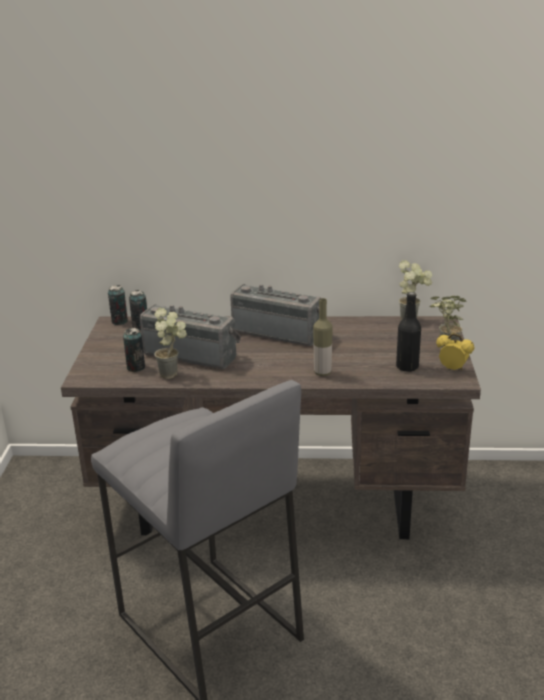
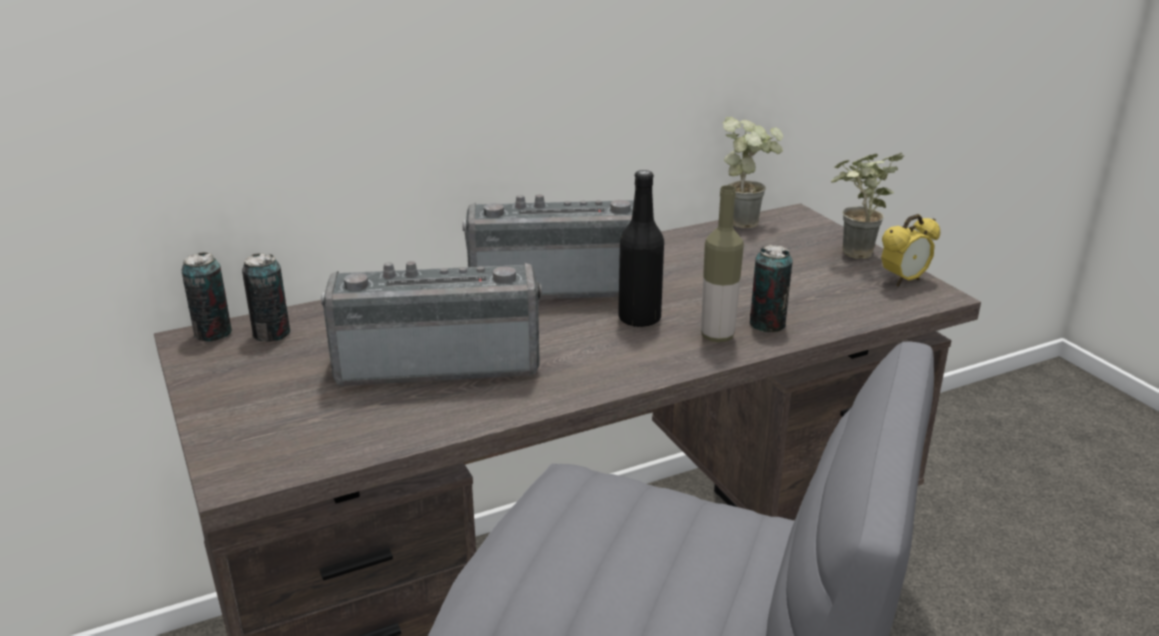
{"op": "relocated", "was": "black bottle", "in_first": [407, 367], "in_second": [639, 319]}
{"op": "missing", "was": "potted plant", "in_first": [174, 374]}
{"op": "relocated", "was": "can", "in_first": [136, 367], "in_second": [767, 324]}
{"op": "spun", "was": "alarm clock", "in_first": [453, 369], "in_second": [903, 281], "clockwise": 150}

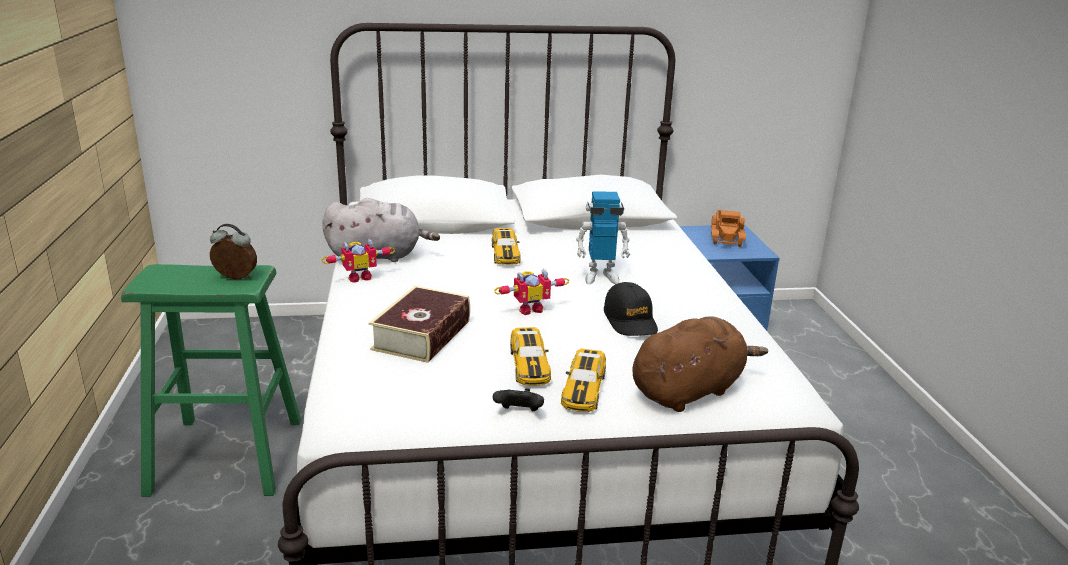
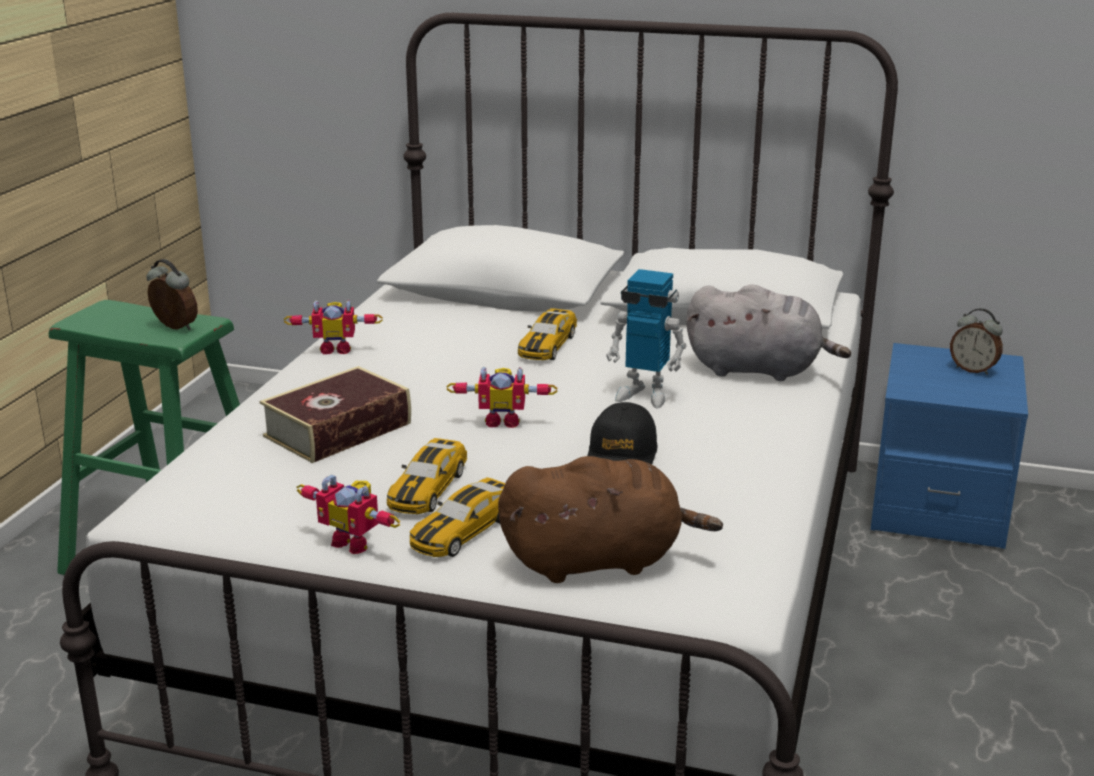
{"op": "relocated", "was": "grey plush toy", "in_first": [378, 256], "in_second": [759, 370]}
{"op": "exchanged", "was": "toy truck", "now": "alarm clock", "in_first": [728, 236], "in_second": [973, 370]}
{"op": "exchanged", "was": "black game controller", "now": "toy robot", "in_first": [519, 413], "in_second": [354, 542]}

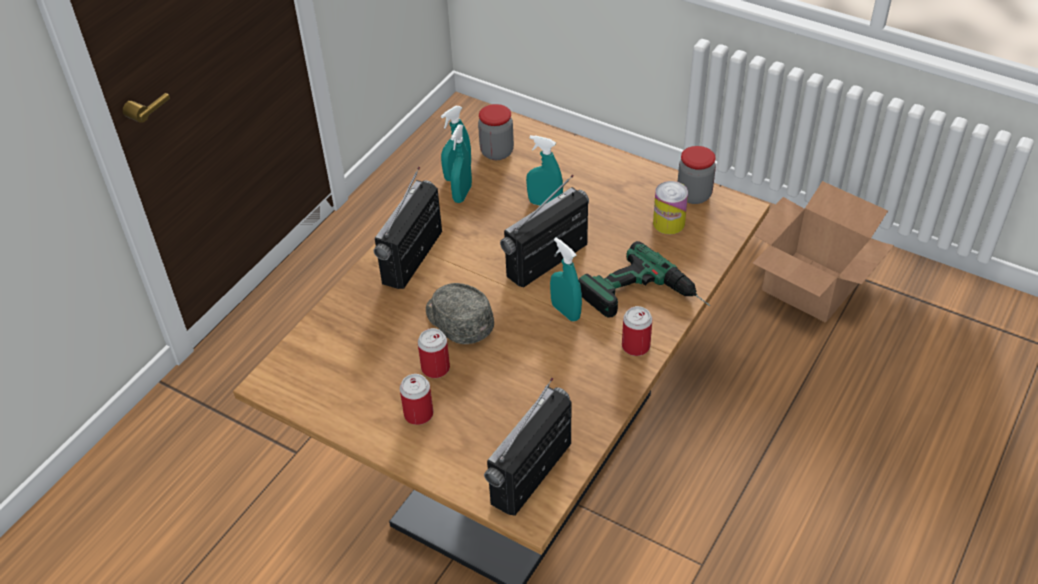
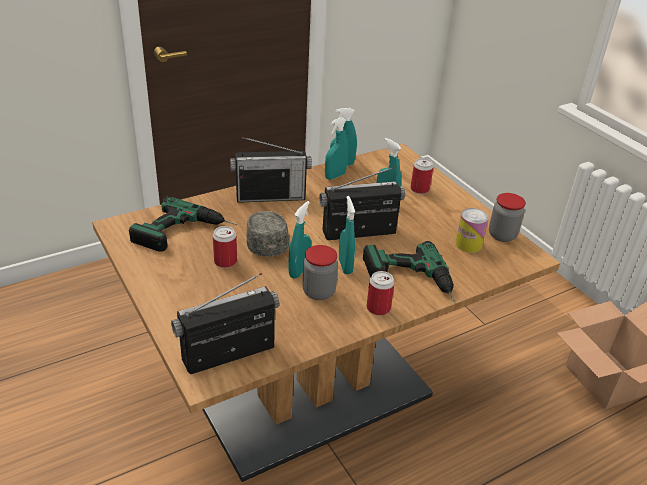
{"op": "relocated", "was": "jar", "in_first": [497, 152], "in_second": [318, 292]}
{"op": "spun", "was": "radio", "in_first": [412, 257], "in_second": [270, 196], "clockwise": -150}
{"op": "relocated", "was": "can", "in_first": [418, 414], "in_second": [419, 189]}
{"op": "appeared", "now": "power drill", "in_second": [186, 234]}
{"op": "appeared", "now": "turquoise spray bottle", "in_second": [299, 271]}

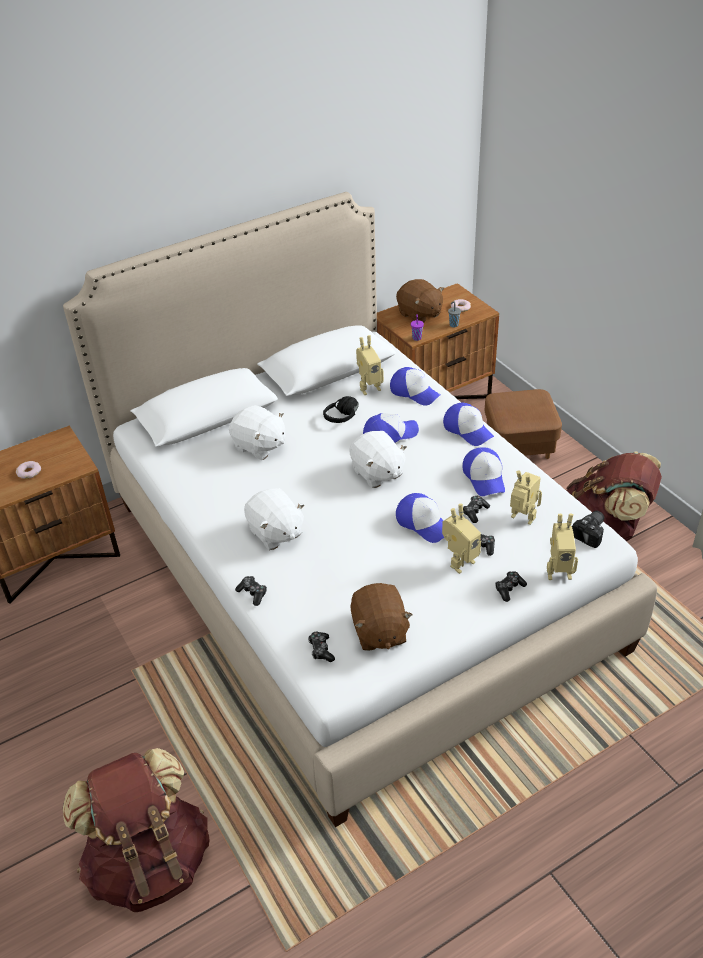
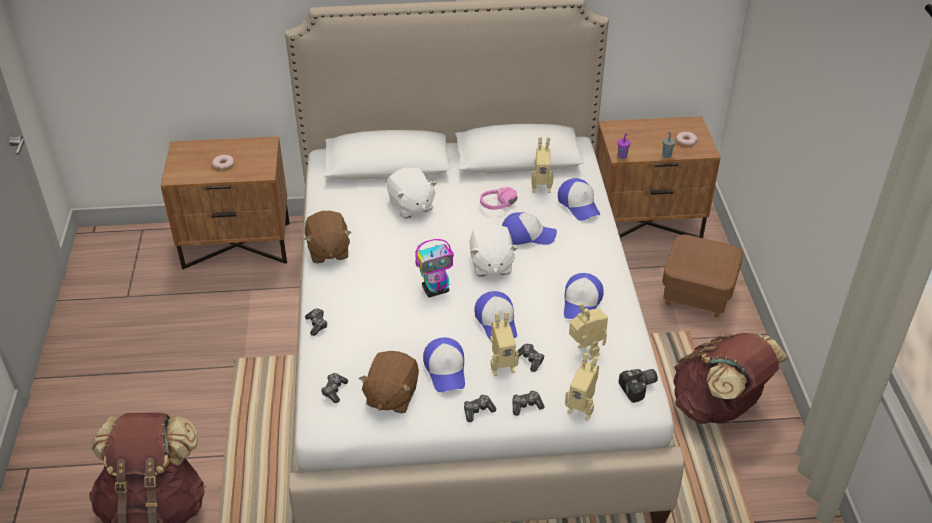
{"op": "relocated", "was": "brown plush toy", "in_first": [419, 314], "in_second": [328, 251]}
{"op": "colour", "was": "black headphones", "now": "pink headphones", "in_first": [347, 419], "in_second": [501, 208]}
{"op": "relocated", "was": "cap", "in_first": [468, 430], "in_second": [446, 370]}
{"op": "missing", "was": "white plush toy", "in_first": [275, 533]}
{"op": "relocated", "was": "game controller", "in_first": [475, 512], "in_second": [478, 411]}
{"op": "appeared", "now": "toy robot", "in_second": [436, 290]}

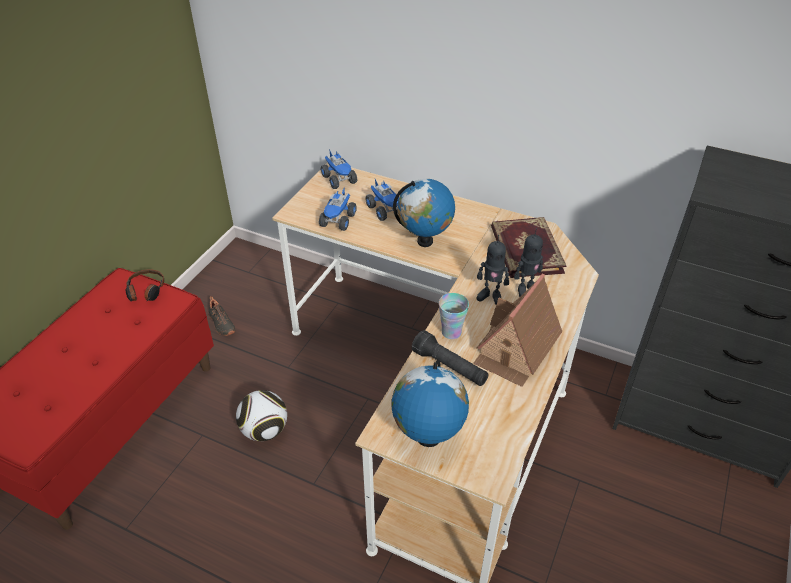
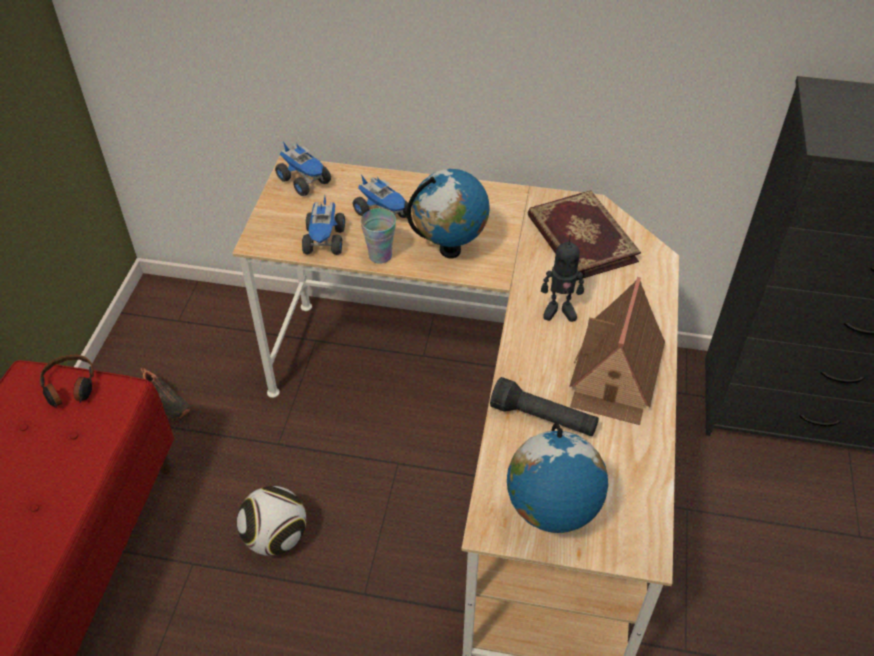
{"op": "missing", "was": "toy robot", "in_first": [526, 289]}
{"op": "relocated", "was": "cup", "in_first": [451, 332], "in_second": [380, 255]}

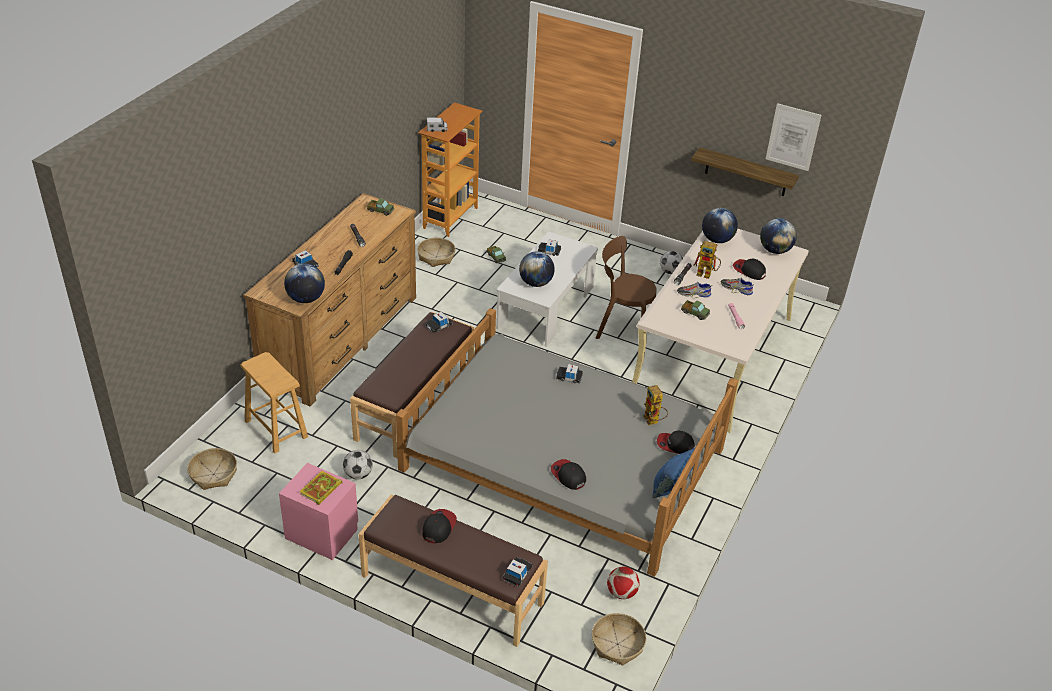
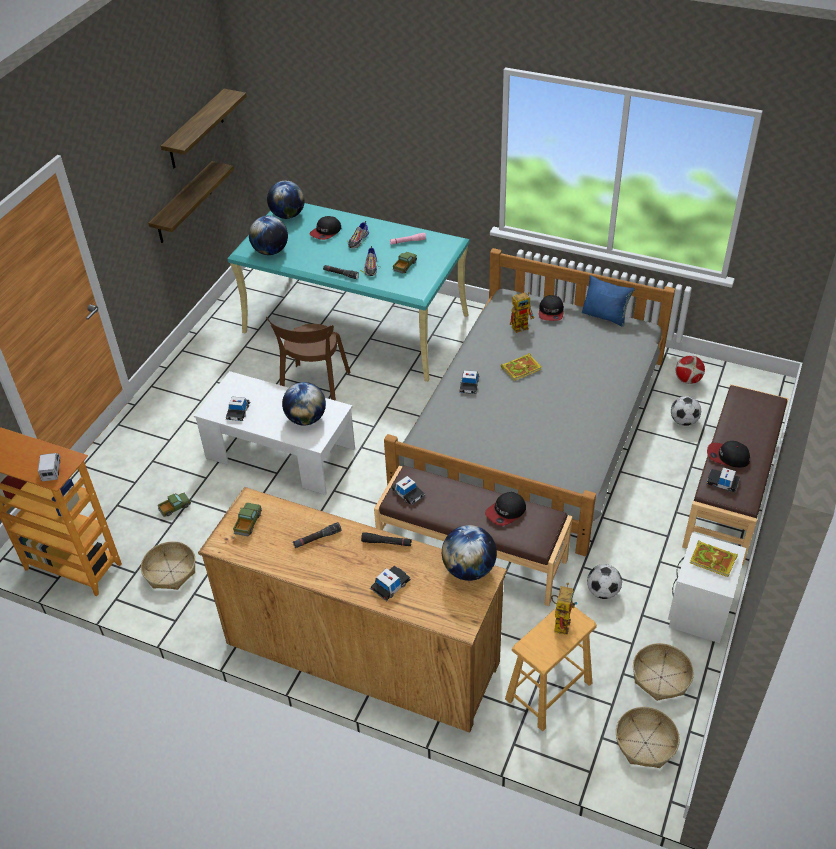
{"op": "exchanged", "was": "picture", "now": "shelf", "in_first": [793, 137], "in_second": [196, 130]}
{"op": "colour", "was": "beige desk", "now": "turquoise desk", "in_first": [712, 356], "in_second": [356, 324]}
{"op": "relocated", "was": "toy robot", "in_first": [707, 274], "in_second": [561, 621]}
{"op": "relocated", "was": "football", "in_first": [670, 272], "in_second": [683, 421]}
{"op": "relocated", "was": "cap", "in_first": [568, 475], "in_second": [506, 512]}
{"op": "colour", "was": "pink nightstand", "now": "white nightstand", "in_first": [322, 532], "in_second": [698, 609]}
{"op": "relocated", "was": "toy car", "in_first": [517, 574], "in_second": [722, 483]}
{"op": "relocated", "was": "basket", "in_first": [617, 644], "in_second": [660, 677]}
{"op": "appeared", "now": "book", "in_second": [521, 368]}

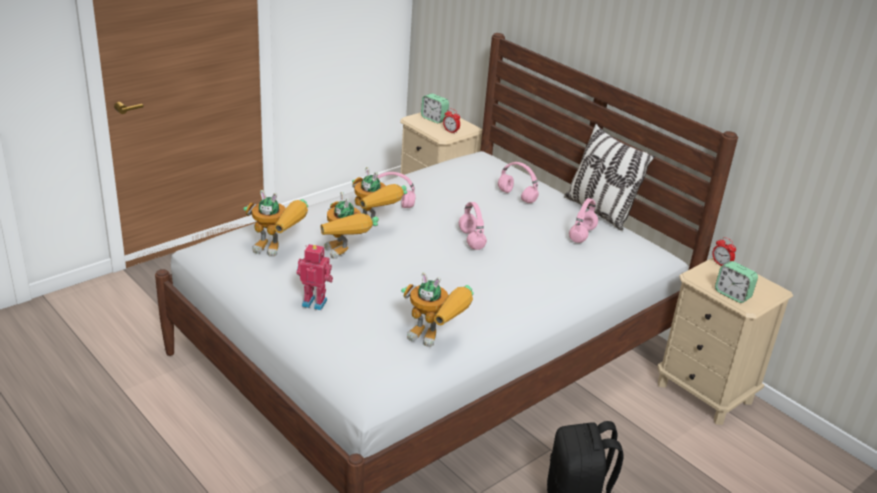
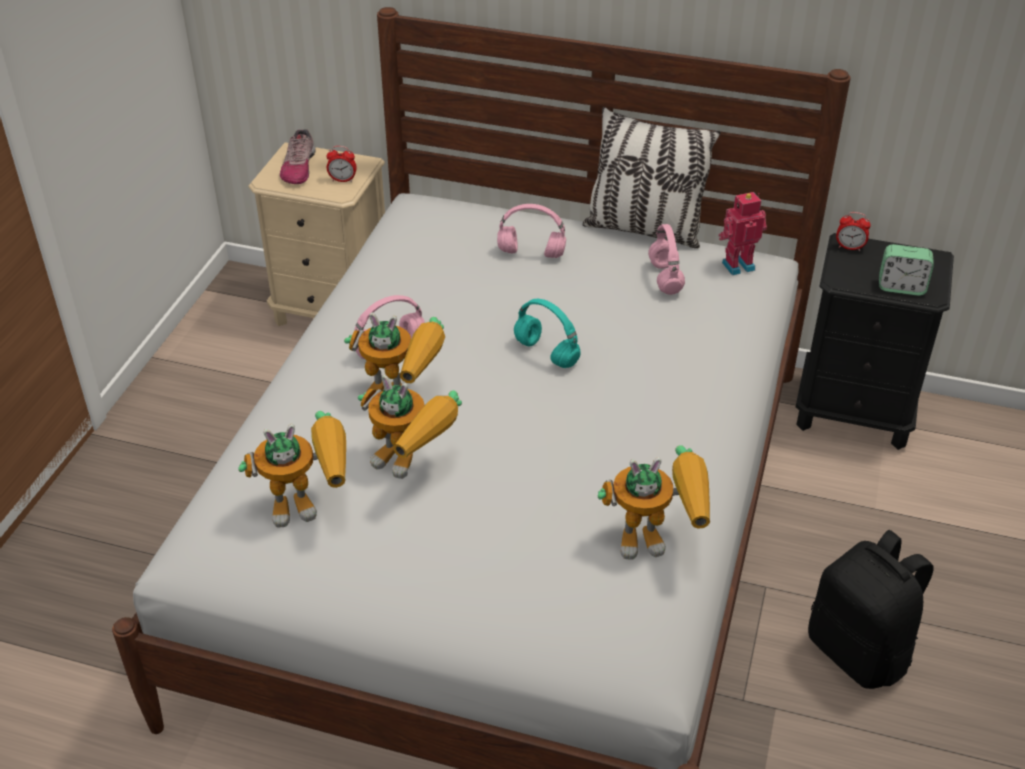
{"op": "exchanged", "was": "alarm clock", "now": "shoe", "in_first": [434, 119], "in_second": [298, 167]}
{"op": "colour", "was": "pink headphones", "now": "turquoise headphones", "in_first": [470, 239], "in_second": [545, 353]}
{"op": "relocated", "was": "toy robot", "in_first": [315, 302], "in_second": [737, 265]}
{"op": "colour", "was": "beige nightstand", "now": "black nightstand", "in_first": [704, 393], "in_second": [854, 413]}

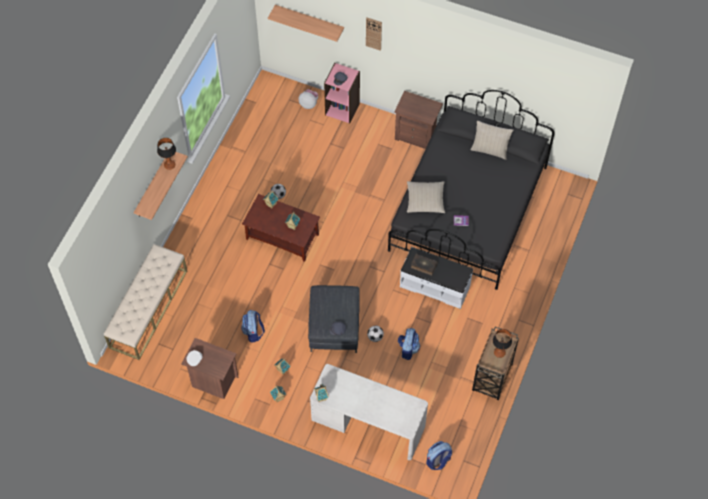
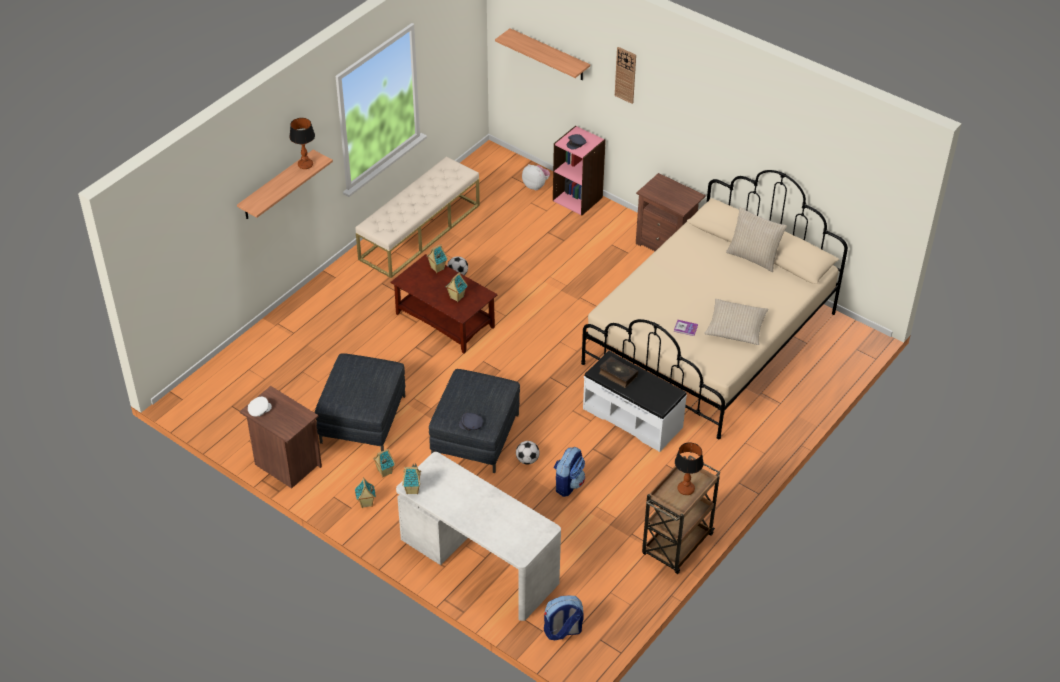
{"op": "colour", "was": "black bed", "now": "beige bed", "in_first": [468, 209], "in_second": [710, 339]}
{"op": "relocated", "was": "beige pillow", "in_first": [425, 200], "in_second": [735, 327]}
{"op": "relocated", "was": "beige bench", "in_first": [148, 308], "in_second": [420, 232]}
{"op": "exchanged", "was": "backpack", "now": "grey ottoman", "in_first": [253, 332], "in_second": [363, 419]}

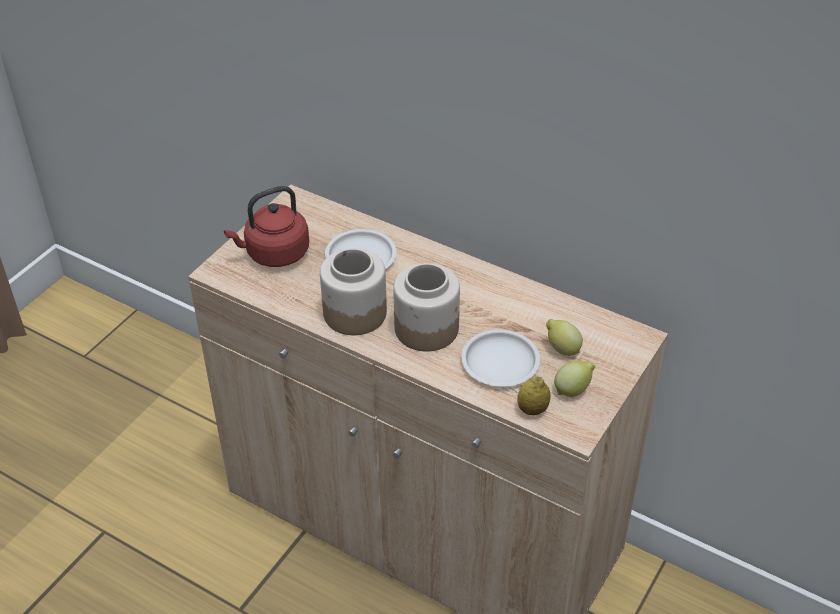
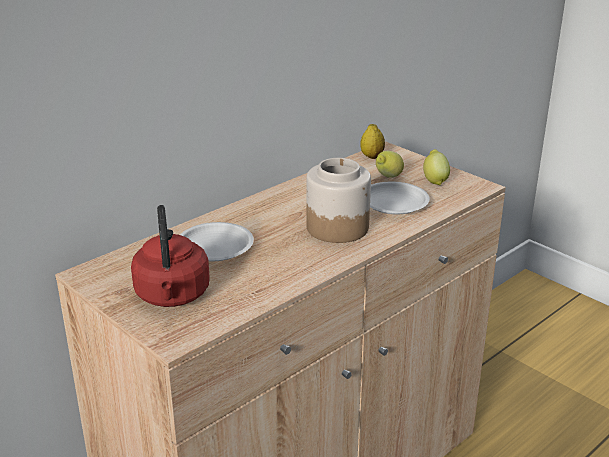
{"op": "missing", "was": "jar", "in_first": [354, 313]}
{"op": "relocated", "was": "lemon", "in_first": [532, 409], "in_second": [372, 156]}

